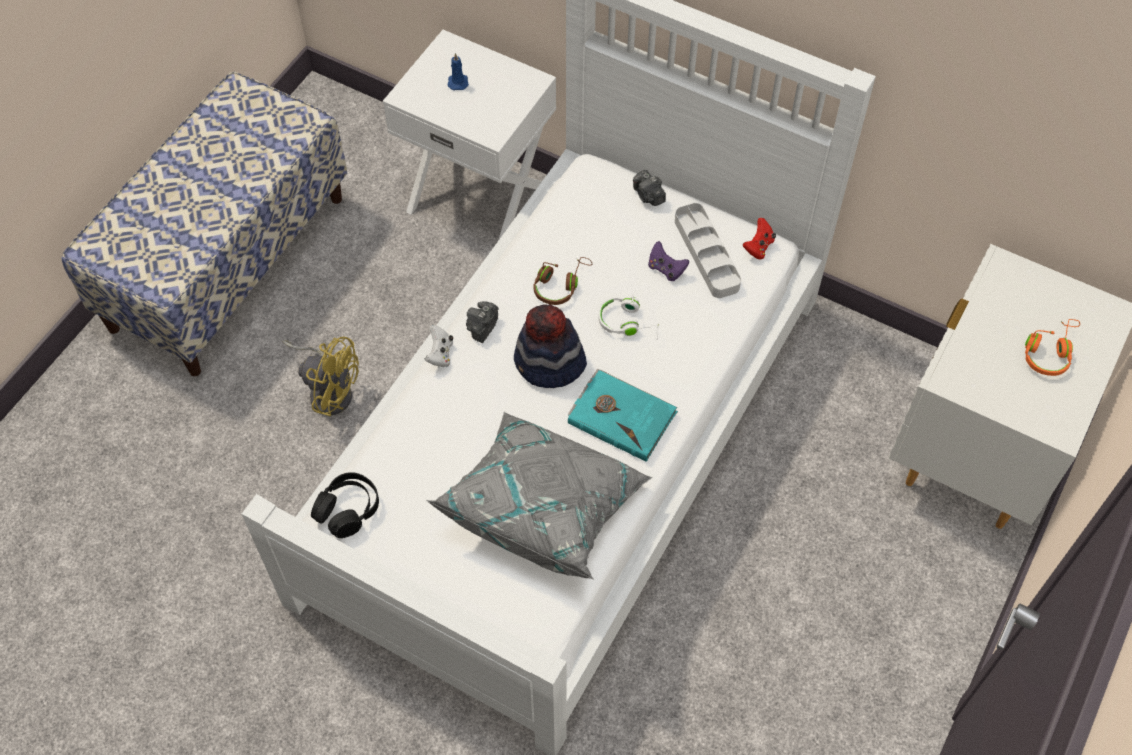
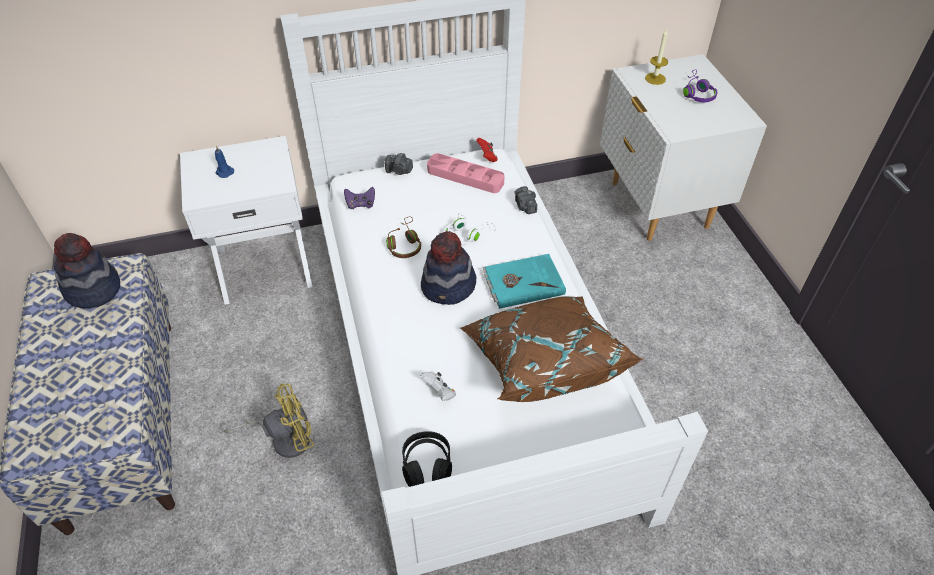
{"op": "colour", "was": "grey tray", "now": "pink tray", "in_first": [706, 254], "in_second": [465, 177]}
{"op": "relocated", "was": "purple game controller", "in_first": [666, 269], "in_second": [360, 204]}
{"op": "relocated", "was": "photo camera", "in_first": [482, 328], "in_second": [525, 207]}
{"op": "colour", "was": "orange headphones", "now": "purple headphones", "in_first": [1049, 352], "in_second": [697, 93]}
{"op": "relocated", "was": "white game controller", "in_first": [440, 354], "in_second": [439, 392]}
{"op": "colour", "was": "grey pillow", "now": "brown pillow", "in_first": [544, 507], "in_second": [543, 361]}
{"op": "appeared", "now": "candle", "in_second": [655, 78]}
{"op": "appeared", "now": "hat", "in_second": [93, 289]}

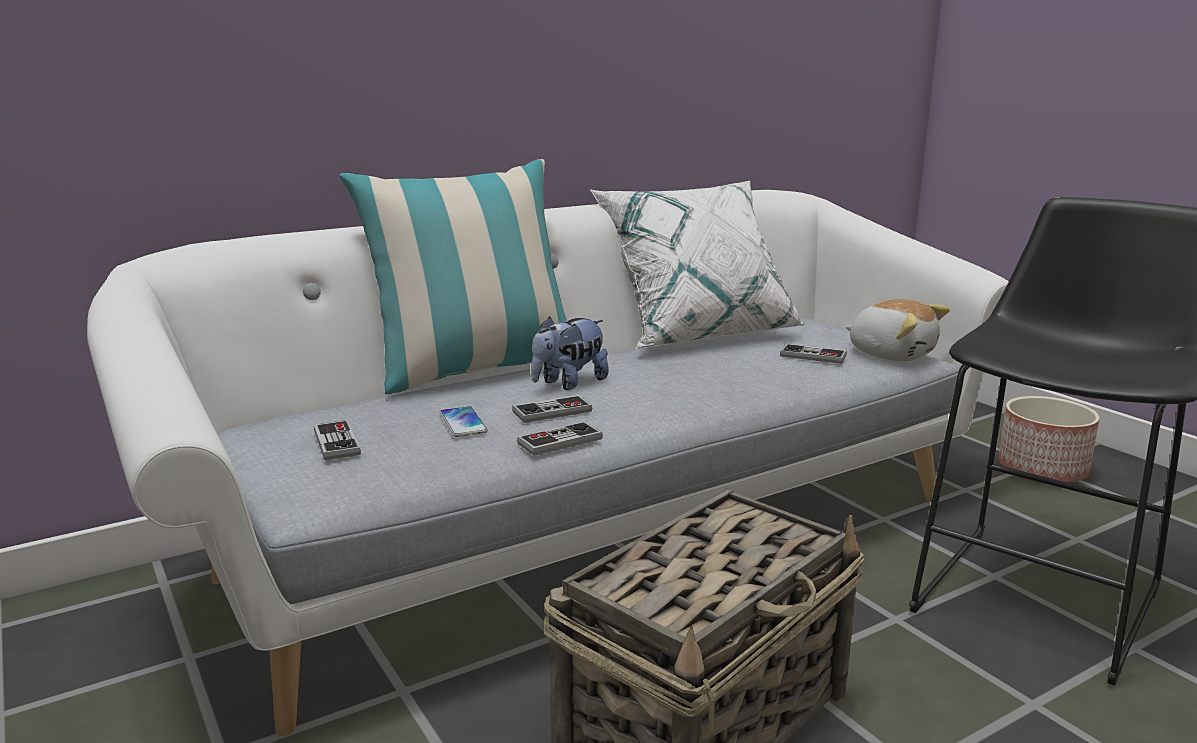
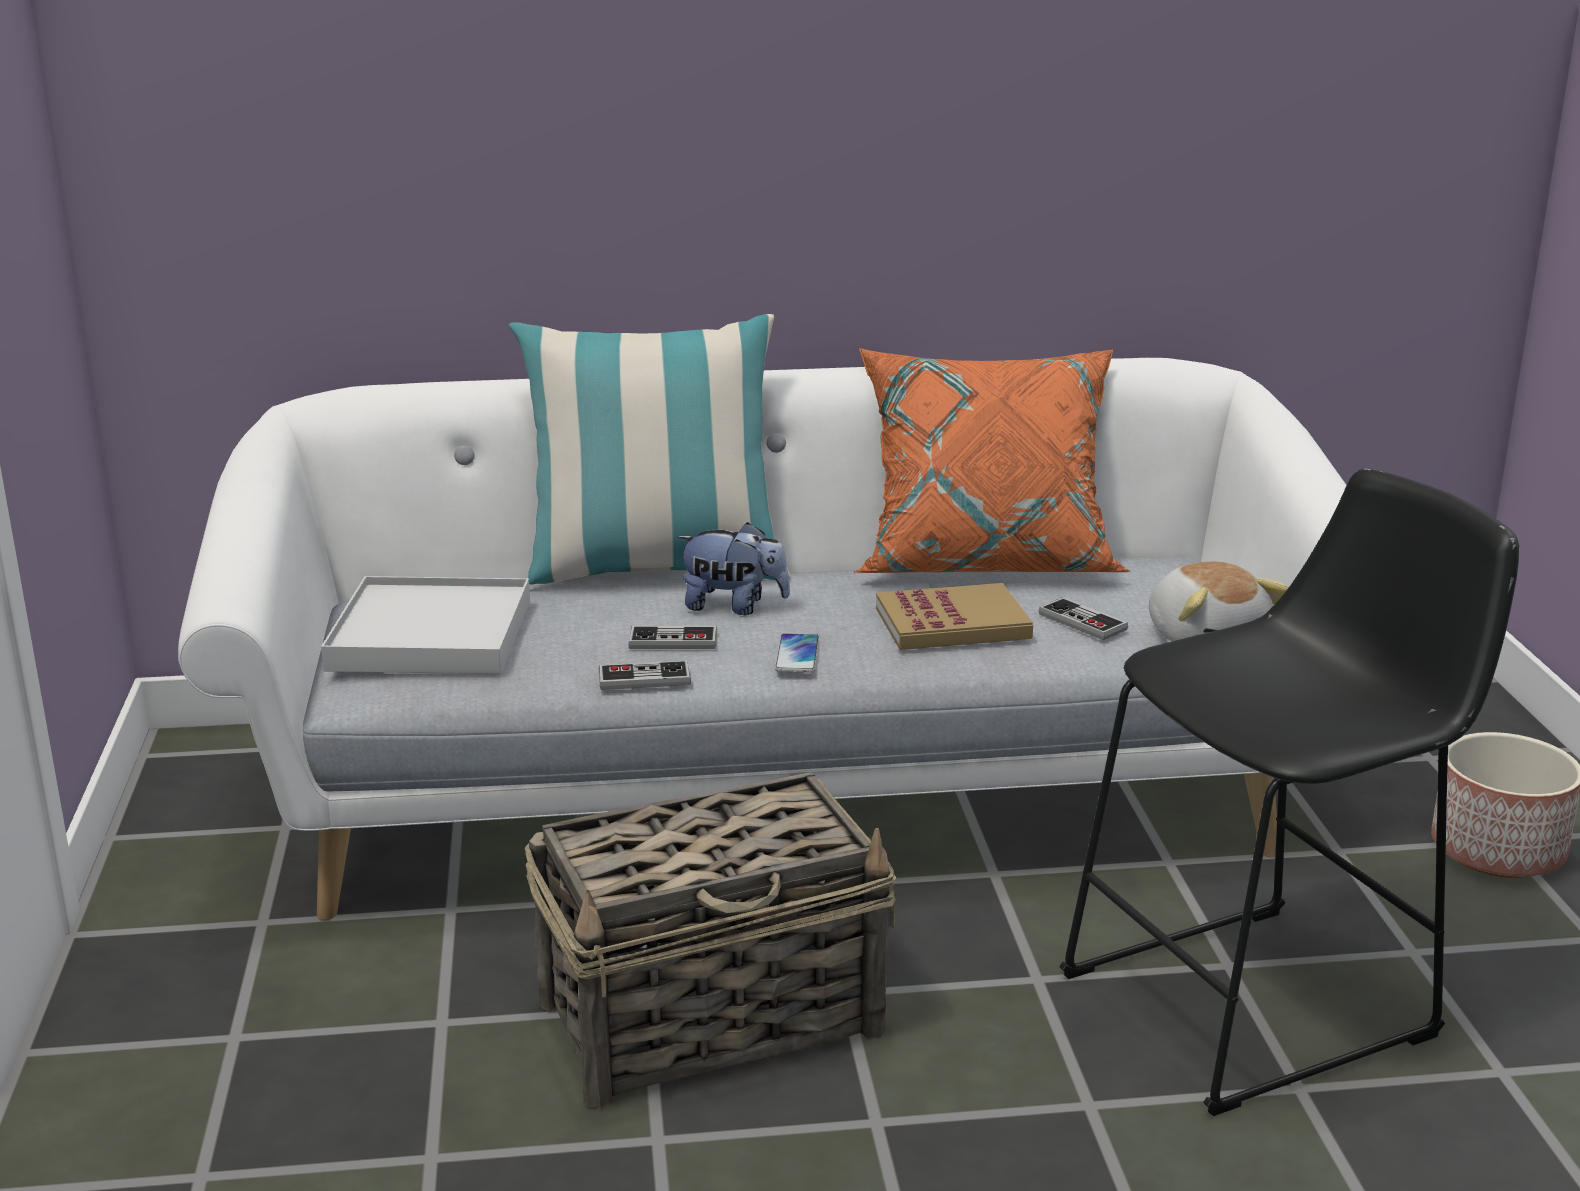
{"op": "colour", "was": "white pillow", "now": "orange pillow", "in_first": [697, 333], "in_second": [985, 559]}
{"op": "spun", "was": "plush toy", "in_first": [568, 383], "in_second": [734, 606], "clockwise": -150}
{"op": "relocated", "was": "phone", "in_first": [463, 423], "in_second": [797, 655]}
{"op": "exchanged", "was": "game controller", "now": "white tray", "in_first": [336, 443], "in_second": [430, 635]}
{"op": "appeared", "now": "book", "in_second": [952, 624]}

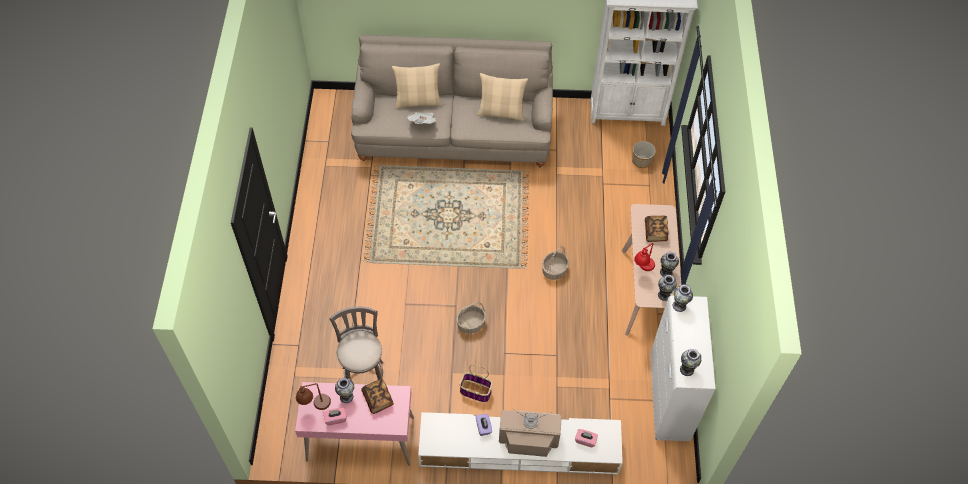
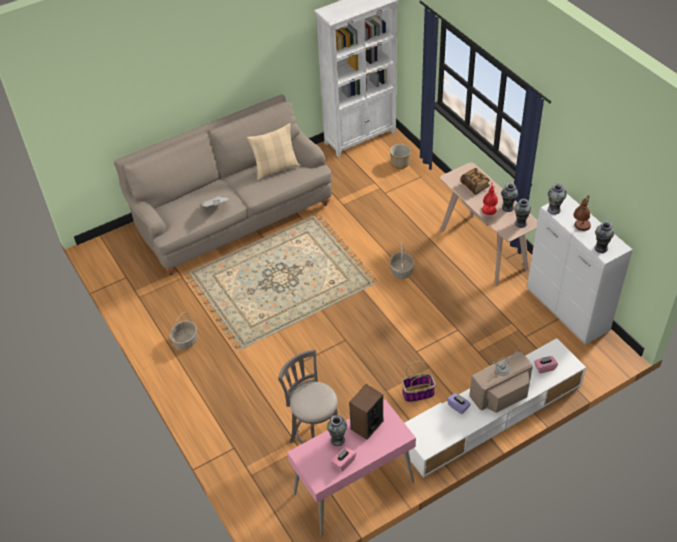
{"op": "missing", "was": "beige pillow", "in_first": [418, 101]}
{"op": "relocated", "was": "basket", "in_first": [471, 324], "in_second": [185, 341]}
{"op": "exchanged", "was": "book", "now": "speaker", "in_first": [378, 399], "in_second": [366, 425]}
{"op": "relocated", "was": "brown table lamp", "in_first": [315, 405], "in_second": [580, 230]}

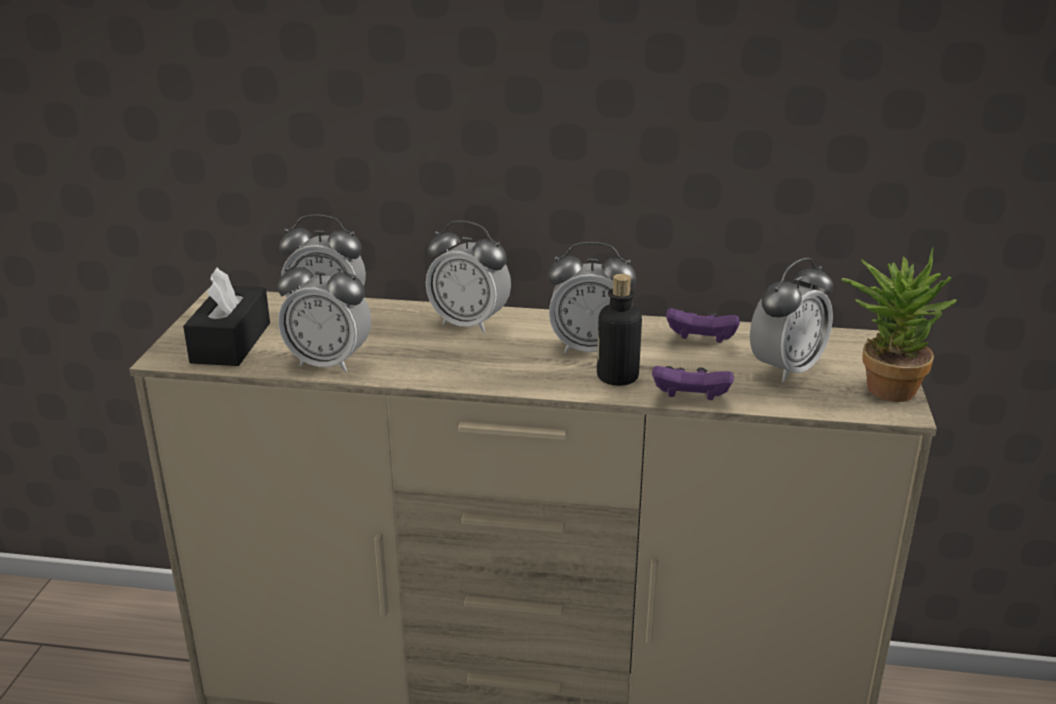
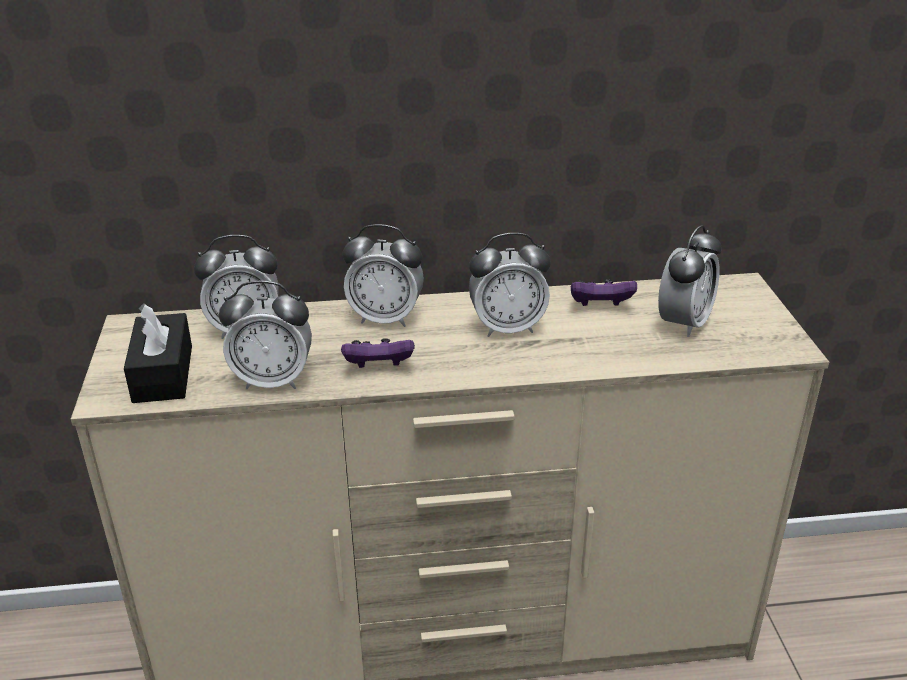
{"op": "missing", "was": "potted plant", "in_first": [884, 385]}
{"op": "missing", "was": "bottle", "in_first": [617, 377]}
{"op": "relocated", "was": "purple game controller", "in_first": [690, 400], "in_second": [379, 368]}

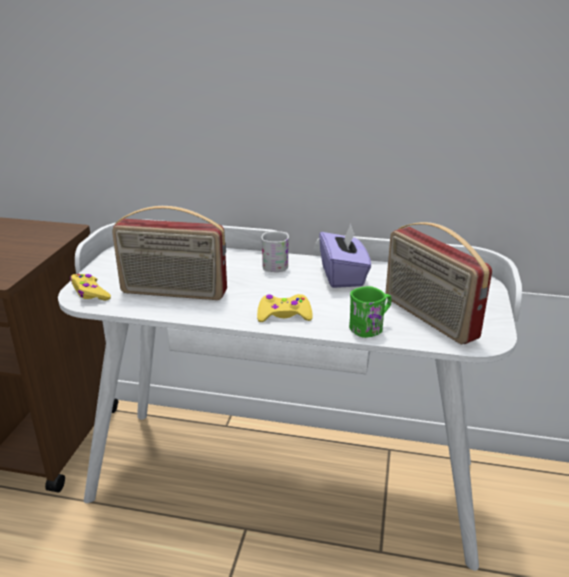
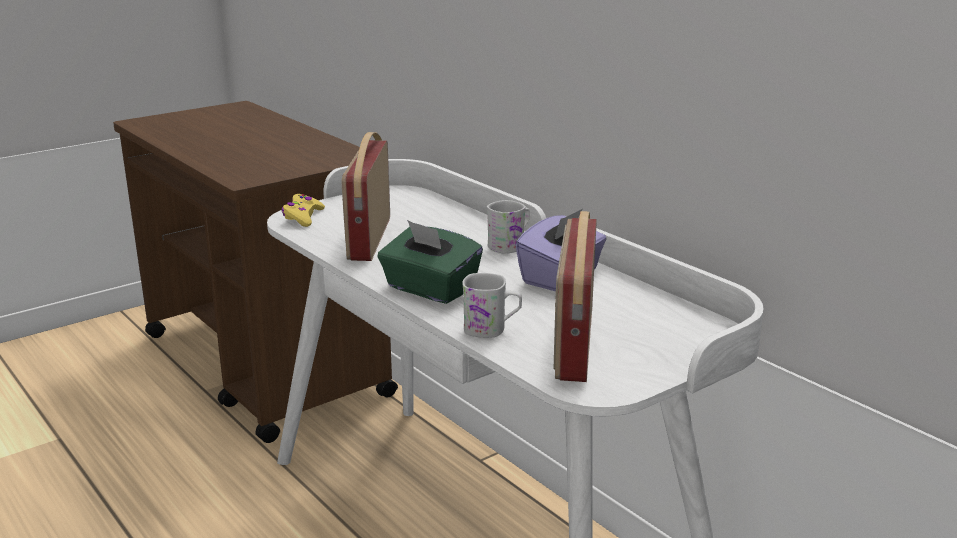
{"op": "spun", "was": "radio", "in_first": [173, 293], "in_second": [368, 239], "clockwise": 45}
{"op": "colour", "was": "green mug", "now": "white mug", "in_first": [370, 327], "in_second": [492, 329]}
{"op": "exchanged", "was": "yellow game controller", "now": "green tissue box", "in_first": [284, 315], "in_second": [429, 289]}

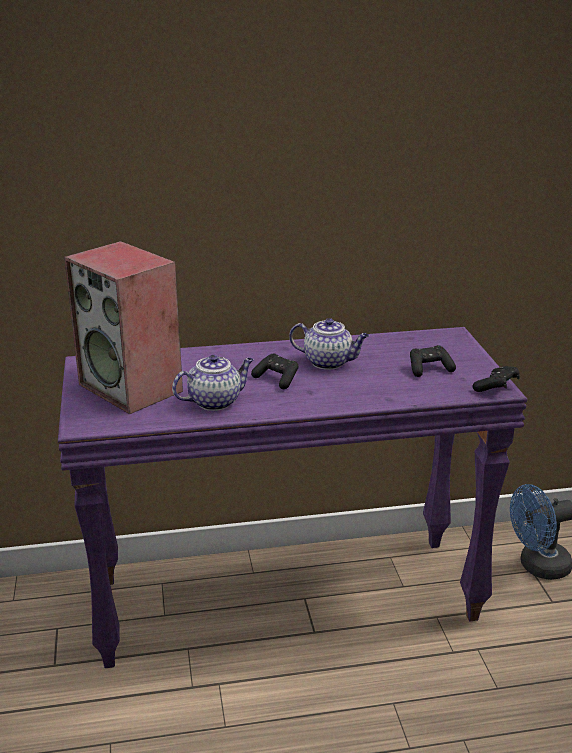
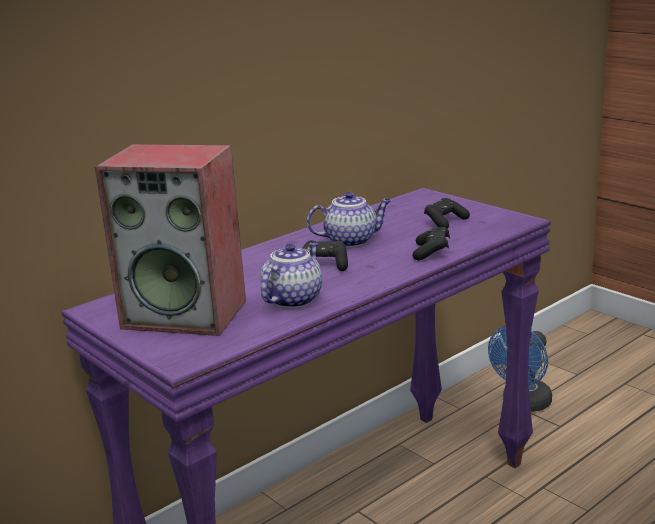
{"op": "relocated", "was": "black game controller", "in_first": [496, 388], "in_second": [431, 252]}

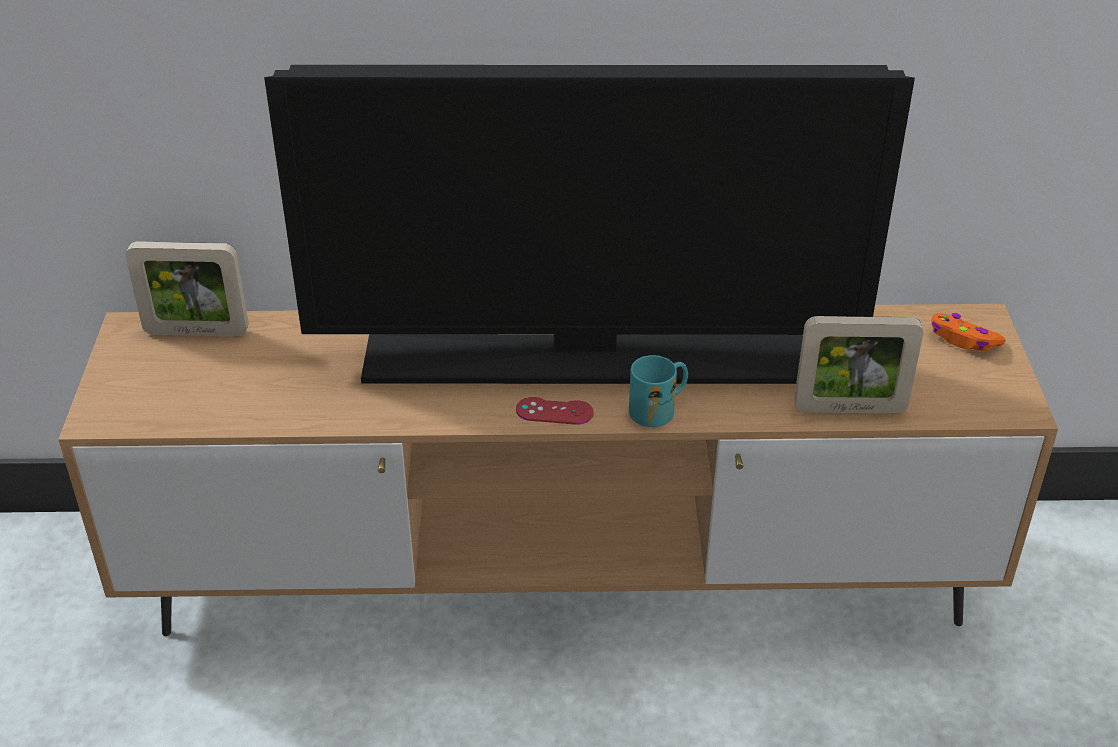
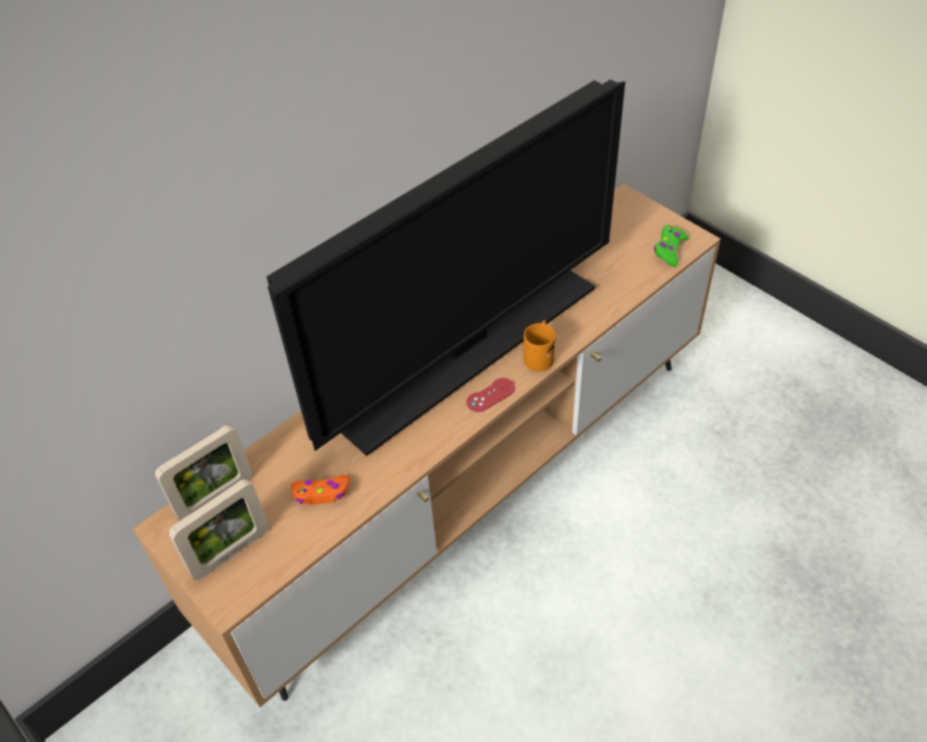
{"op": "relocated", "was": "orange game controller", "in_first": [963, 339], "in_second": [322, 493]}
{"op": "relocated", "was": "picture frame", "in_first": [849, 409], "in_second": [231, 552]}
{"op": "colour", "was": "turquoise mug", "now": "orange mug", "in_first": [659, 408], "in_second": [539, 354]}
{"op": "appeared", "now": "green game controller", "in_second": [669, 250]}

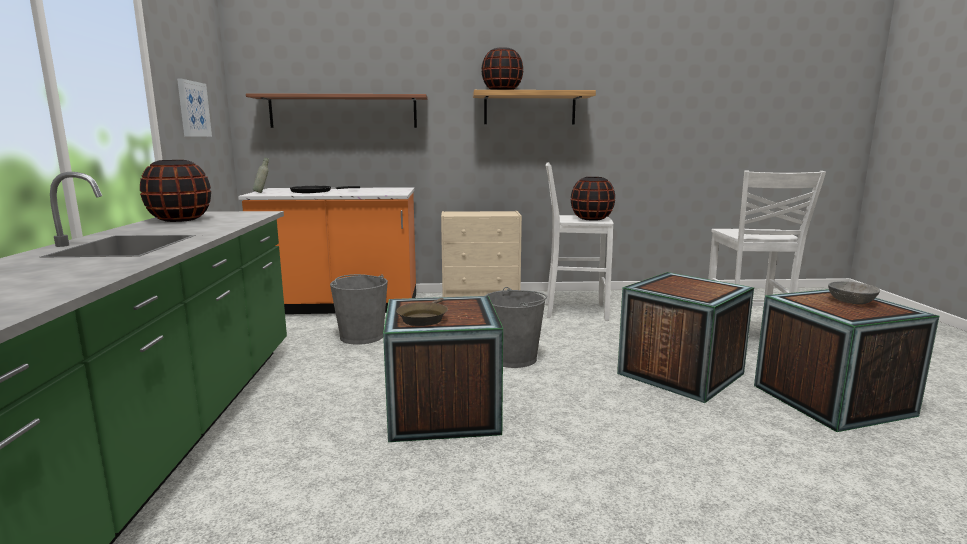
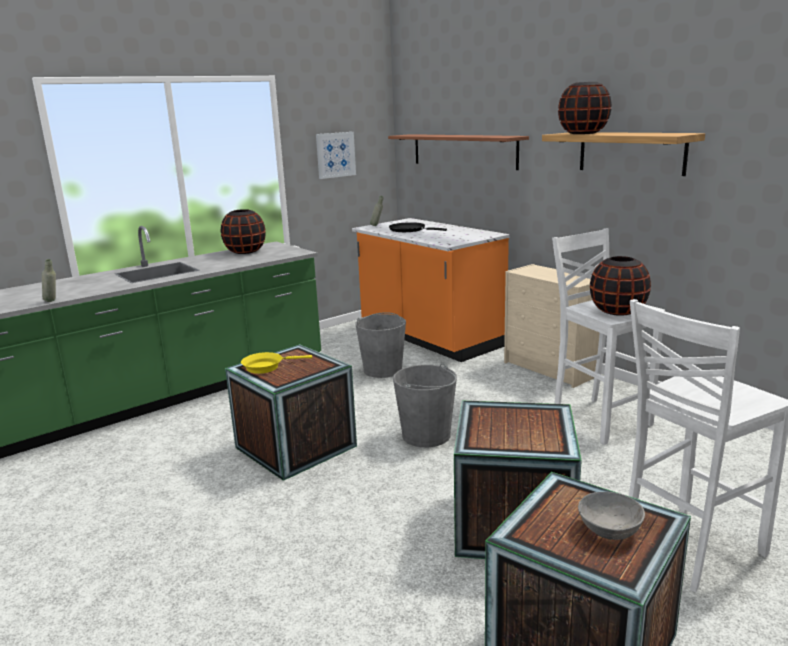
{"op": "colour", "was": "brown frying pan", "now": "yellow frying pan", "in_first": [423, 318], "in_second": [266, 367]}
{"op": "appeared", "now": "grey bottle", "in_second": [52, 301]}

